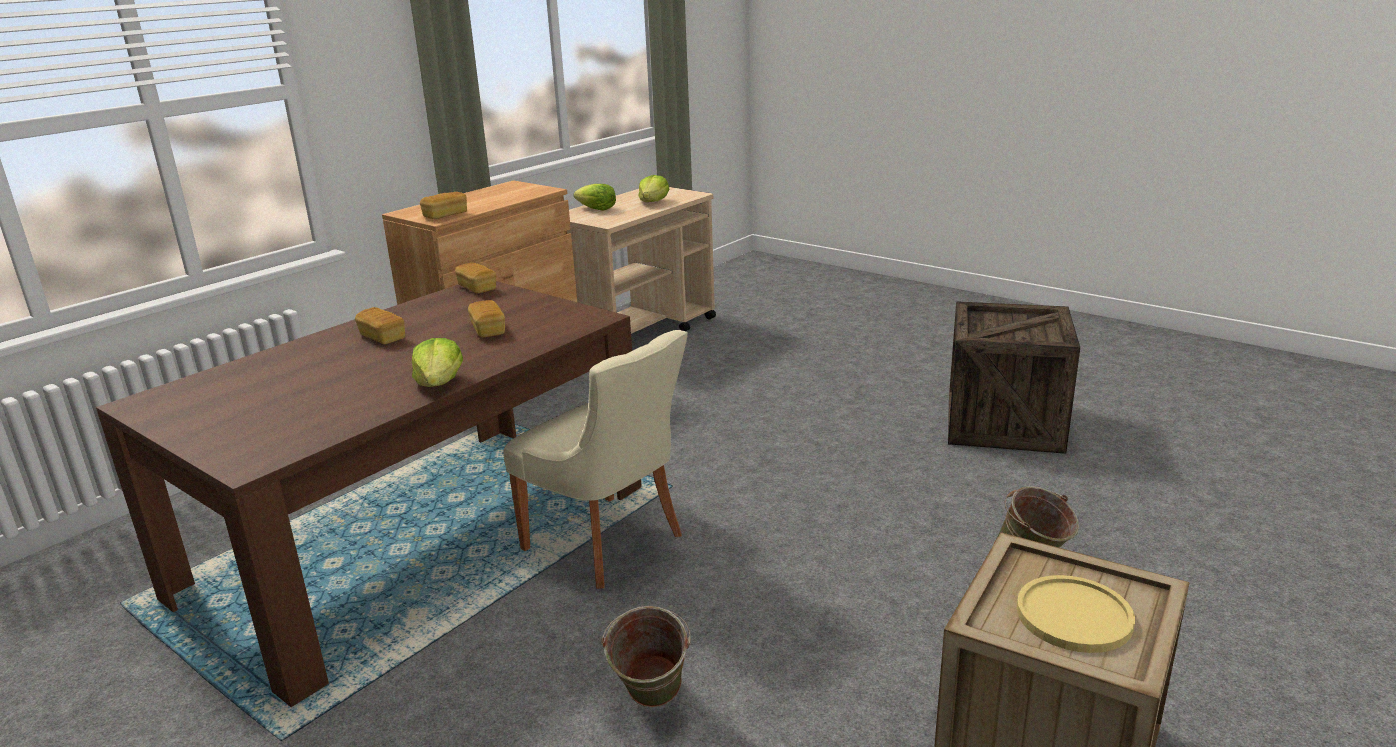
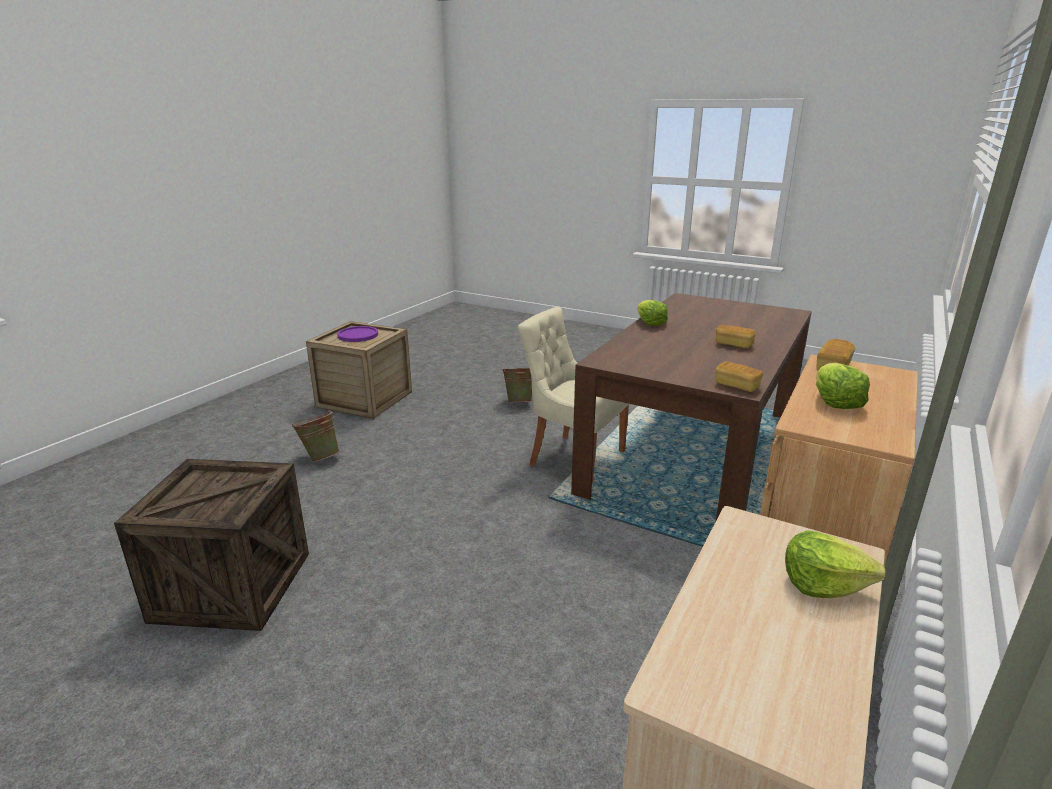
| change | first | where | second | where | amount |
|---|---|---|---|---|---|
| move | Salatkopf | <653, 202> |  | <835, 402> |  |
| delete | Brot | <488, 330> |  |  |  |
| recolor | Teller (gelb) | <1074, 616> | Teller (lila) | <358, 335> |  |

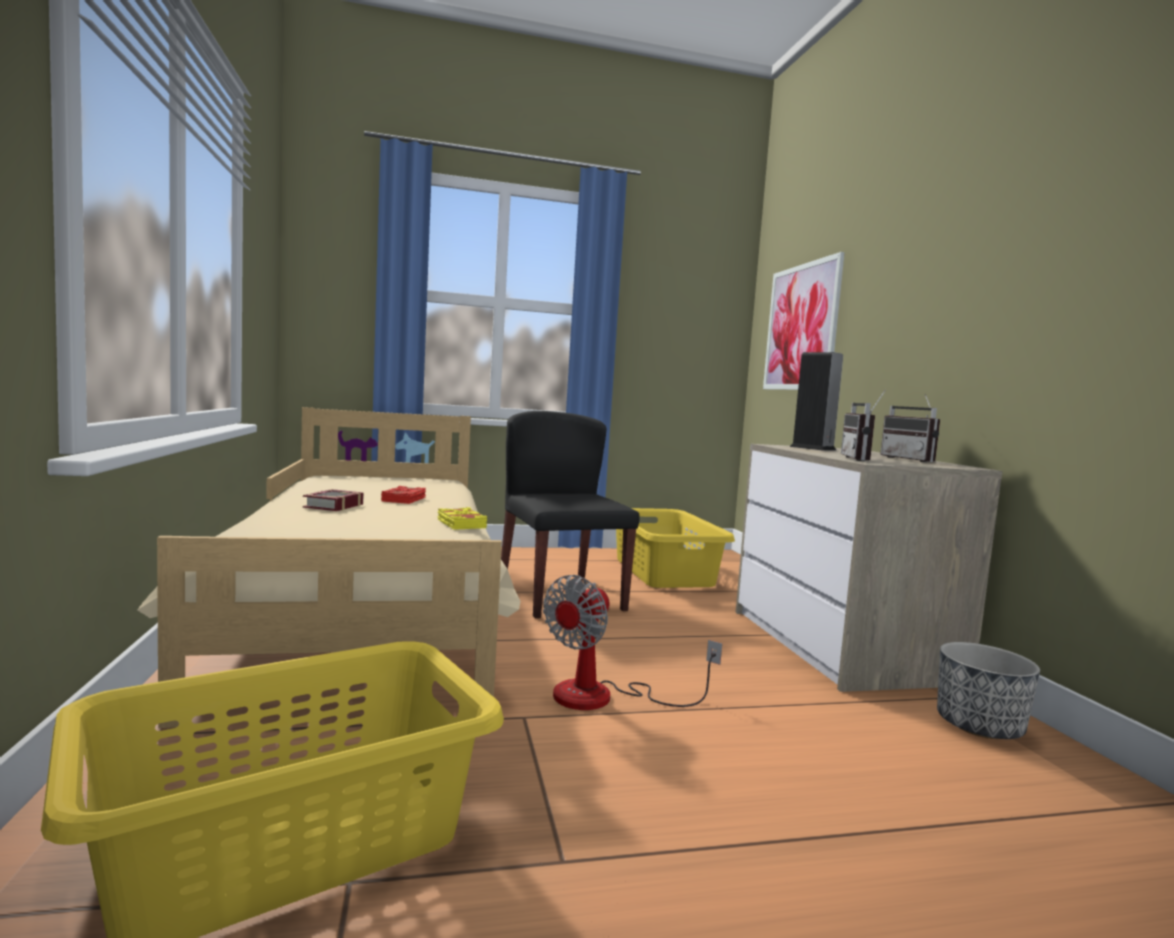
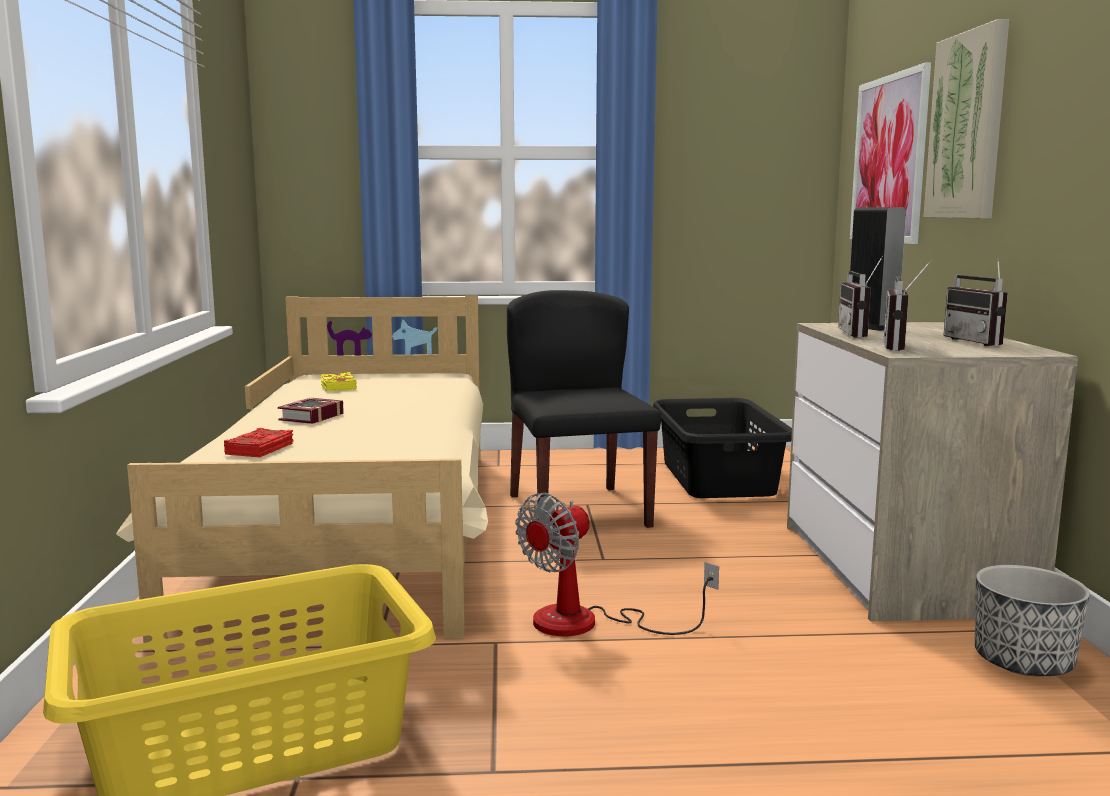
| change | first | where | second | where | amount |
|---|---|---|---|---|---|
| move | Buch (rot) | <404, 499> |  | <260, 449> |  |
| move | Buch (gelb) | <460, 524> |  | <337, 387> |  |
| recolor | Wäschekorb (gelb) | <664, 572> | Wäschekorb (schwarz) | <718, 478> |  |
| insert |  |  | Bild | <968, 126> |  |
| insert |  |  | Radio | <861, 334> |  |

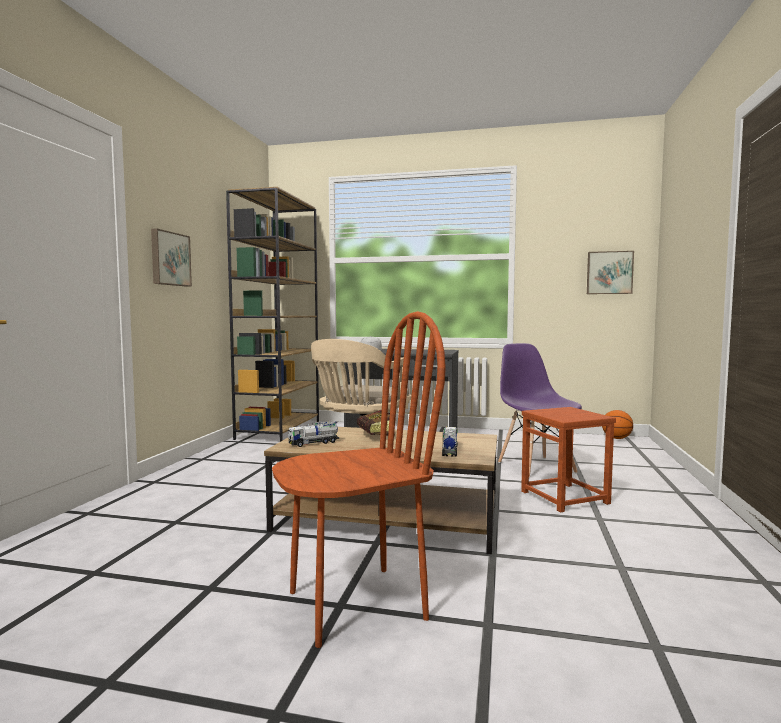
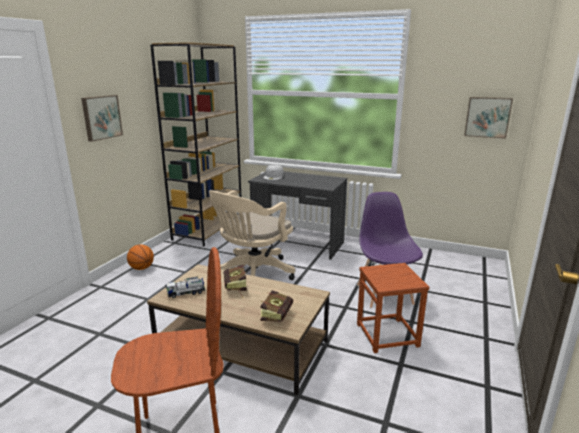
| change | first | where | second | where | amount |
|---|---|---|---|---|---|
| move | Basketball | <616, 438> |  | <141, 268> |  |
| replace | Spielzeuglaster | <450, 450> | Buch | <278, 314> |  |

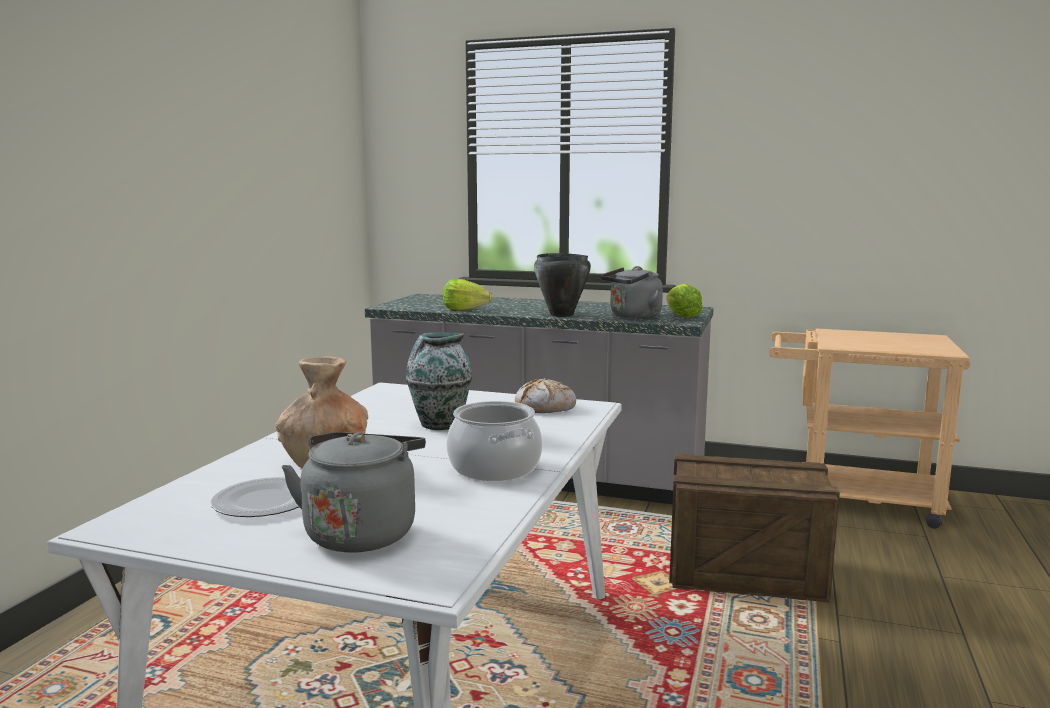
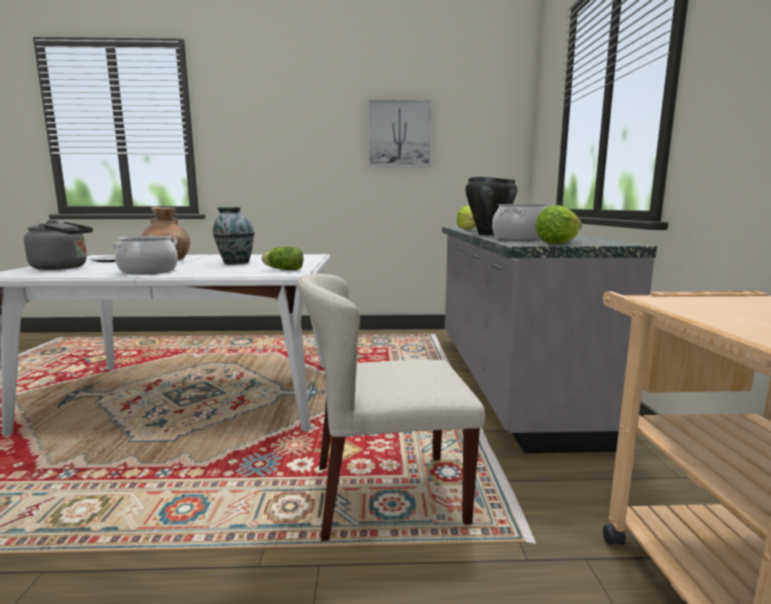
| change | first | where | second | where | amount |
|---|---|---|---|---|---|
| replace | Wasserkessel (grau) | <633, 316> | Kochtopf | <519, 239> |  |
| replace | Brot | <545, 407> | Salatkopf | <282, 269> |  |
| replace | Kiste | <744, 573> | Stuhl (beige) | <386, 494> |  |
| insert |  |  | Bild | <399, 134> |  |

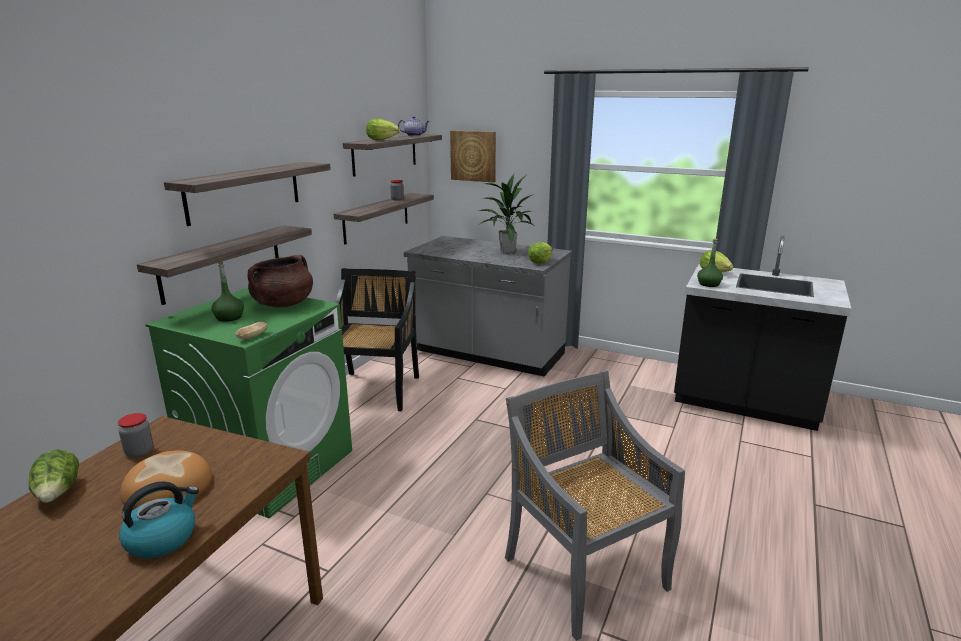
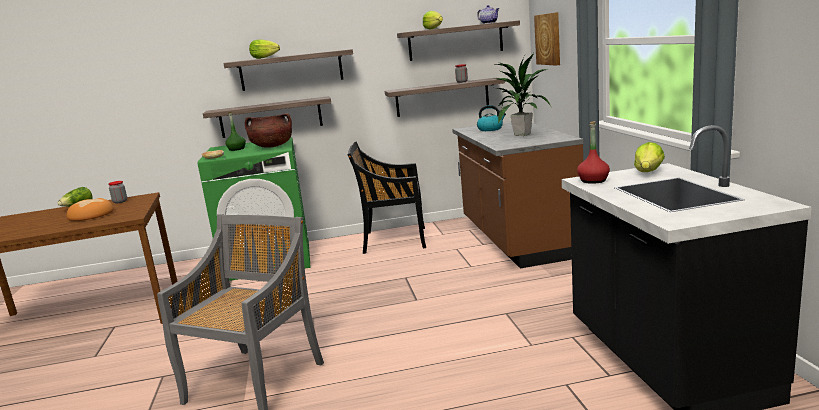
| change | first | where | second | where | amount |
|---|---|---|---|---|---|
| recolor | Küchenzeile (grau) | <487, 354> | Küchenzeile (braun) | <516, 239> |  |
| recolor | Flasche (grün) | <709, 284> | Flasche (rot) | <593, 180> |  |
| move | Salatkopf | <540, 262> |  | <264, 58> |  |
| rotate | Stuhl (schwarz) | <375, 390> |  | <393, 240> | 150 degrees counterclockwise |
| move | Wasserkessel | <162, 538> |  | <490, 129> |  |

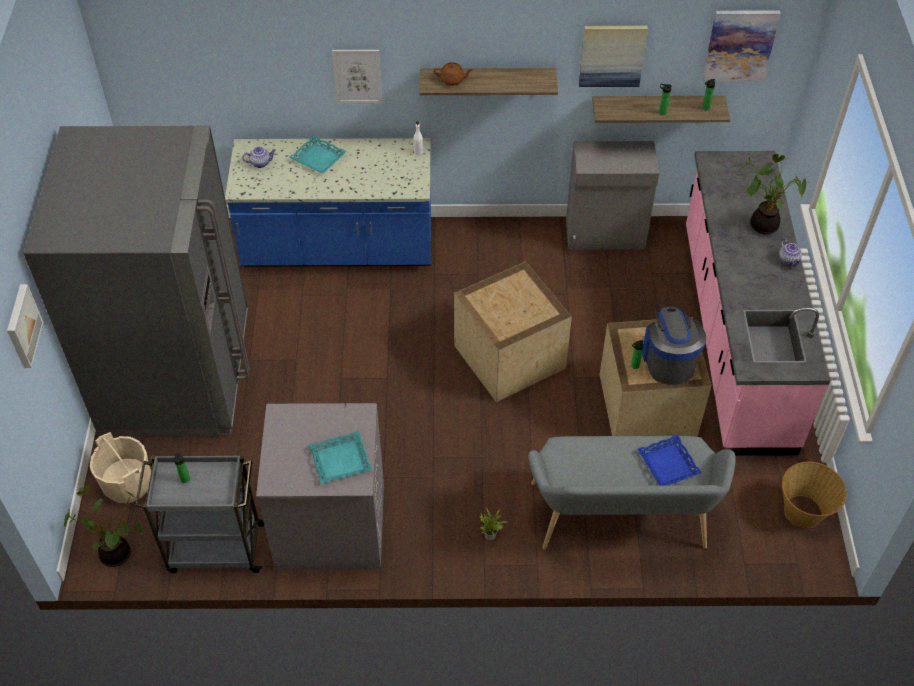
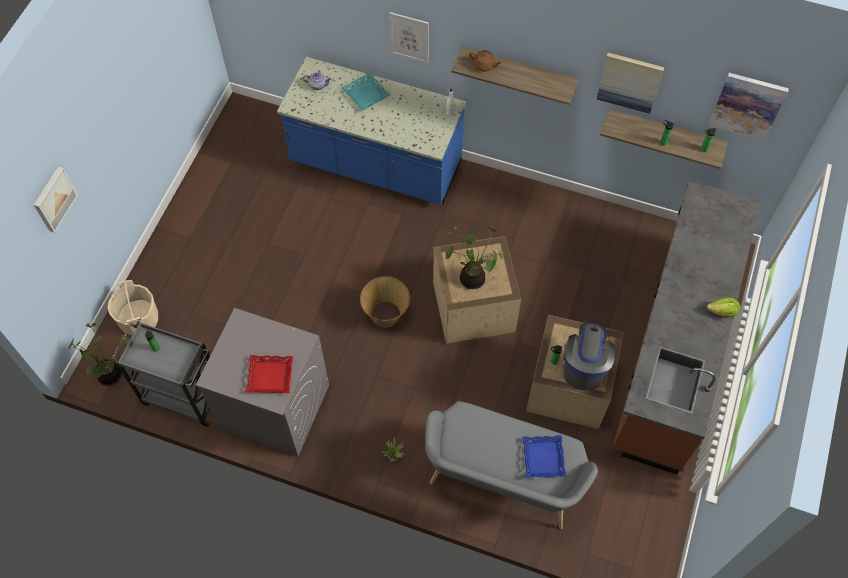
| change | first | where | second | where | amount |
|---|---|---|---|---|---|
| delete | Kühlschrank (grau) | <176, 375> |  |  |  |
| delete | Schrank (grau) | <605, 235> |  |  |  |
| recolor | Küchenzeile (rosa) | <735, 336> | Küchenzeile (braun) | <671, 348> |  |
| move | Topfpflanze | <763, 223> |  | <473, 277> |  |
| replace | Teekanne | <789, 260> | Salatkopf | <722, 312> |  |
| recolor | Tablett (türkis) | <340, 461> | Tablett (rot) | <270, 376> |  |
| move | Korb | <804, 511> |  | <386, 314> |  |

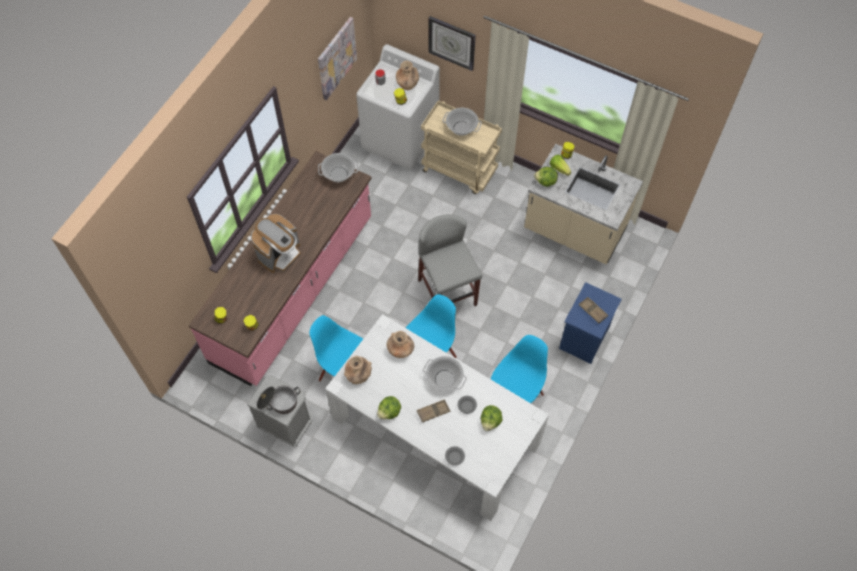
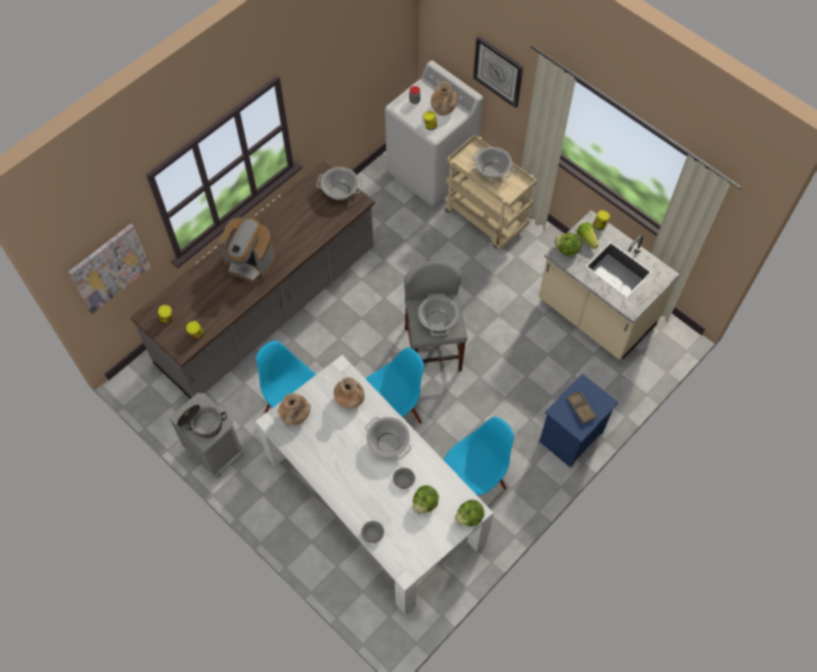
| change | first | where | second | where | amount |
|---|---|---|---|---|---|
| move | Bild | <336, 58> |  | <109, 268> |  |
| recolor | Küchenzeile (rosa) | <294, 290> | Küchenzeile (grau) | <268, 308> |  |
| rotate | Kaffeemaschine | <279, 254> |  | <250, 263> | 60 degrees clockwise |
| move | Salatkopf | <389, 412> |  | <469, 517> |  |
| delete | Tablett (braun) | <433, 411> |  |  |  |
| insert |  |  | Kochtopf | <438, 321> |  |

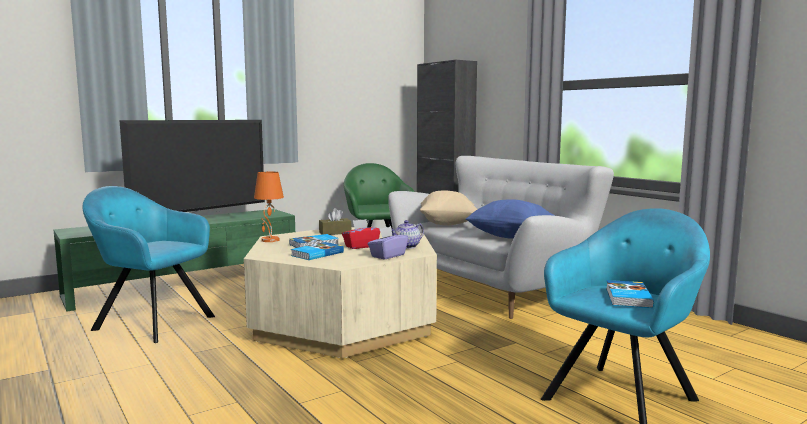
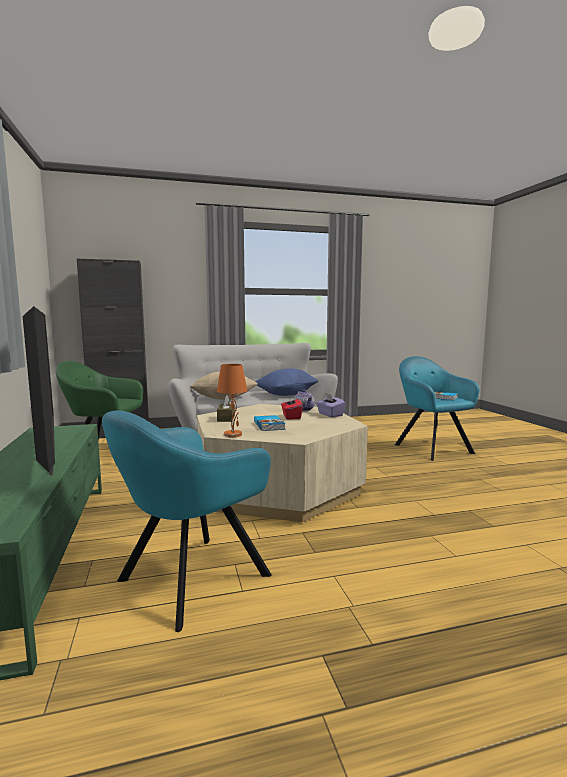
| change | first | where | second | where | amount |
|---|---|---|---|---|---|
| delete | Buch | <316, 254> |  |  |  |

